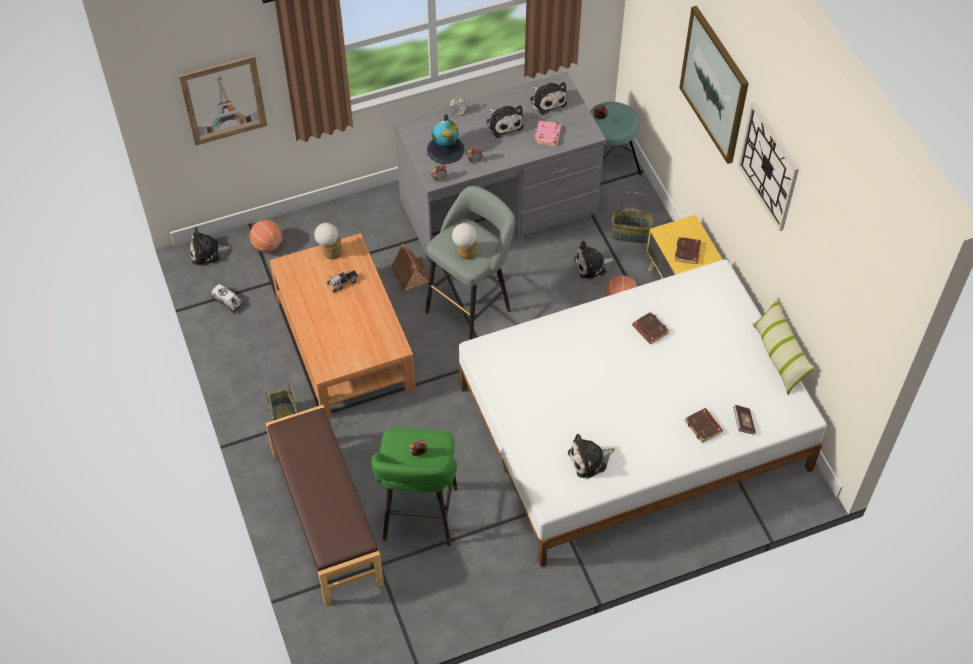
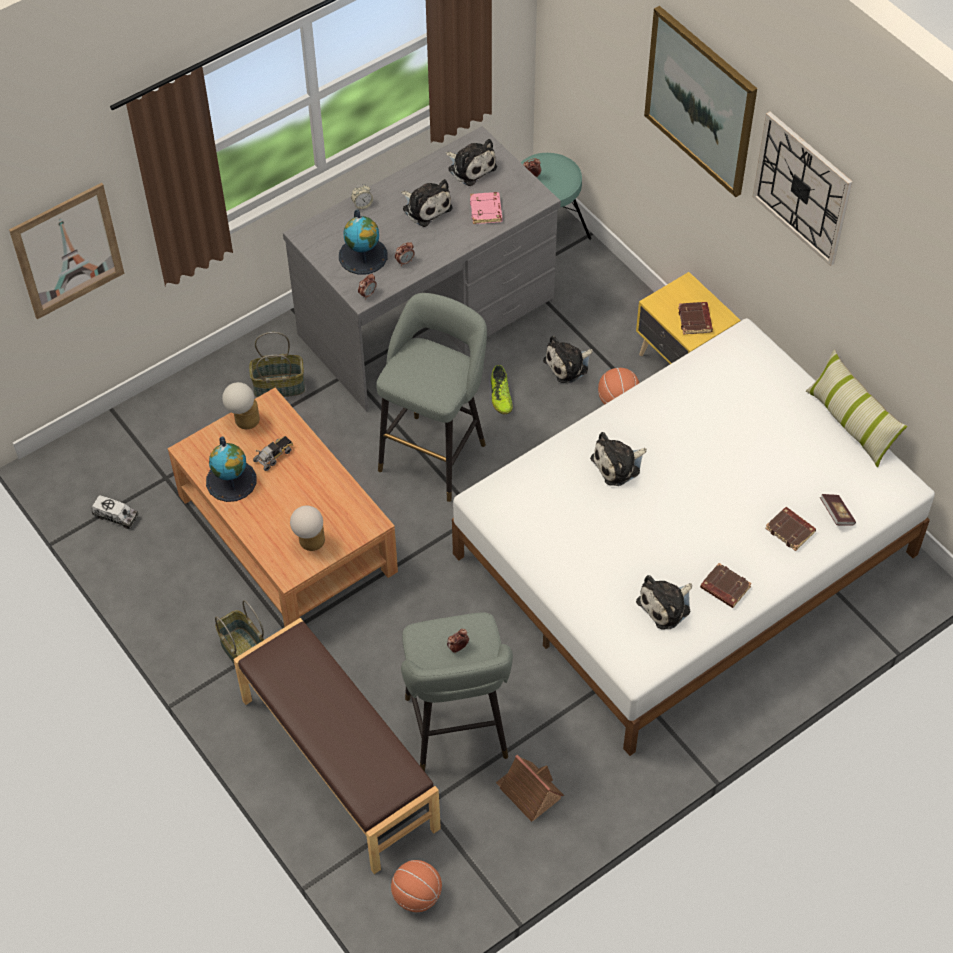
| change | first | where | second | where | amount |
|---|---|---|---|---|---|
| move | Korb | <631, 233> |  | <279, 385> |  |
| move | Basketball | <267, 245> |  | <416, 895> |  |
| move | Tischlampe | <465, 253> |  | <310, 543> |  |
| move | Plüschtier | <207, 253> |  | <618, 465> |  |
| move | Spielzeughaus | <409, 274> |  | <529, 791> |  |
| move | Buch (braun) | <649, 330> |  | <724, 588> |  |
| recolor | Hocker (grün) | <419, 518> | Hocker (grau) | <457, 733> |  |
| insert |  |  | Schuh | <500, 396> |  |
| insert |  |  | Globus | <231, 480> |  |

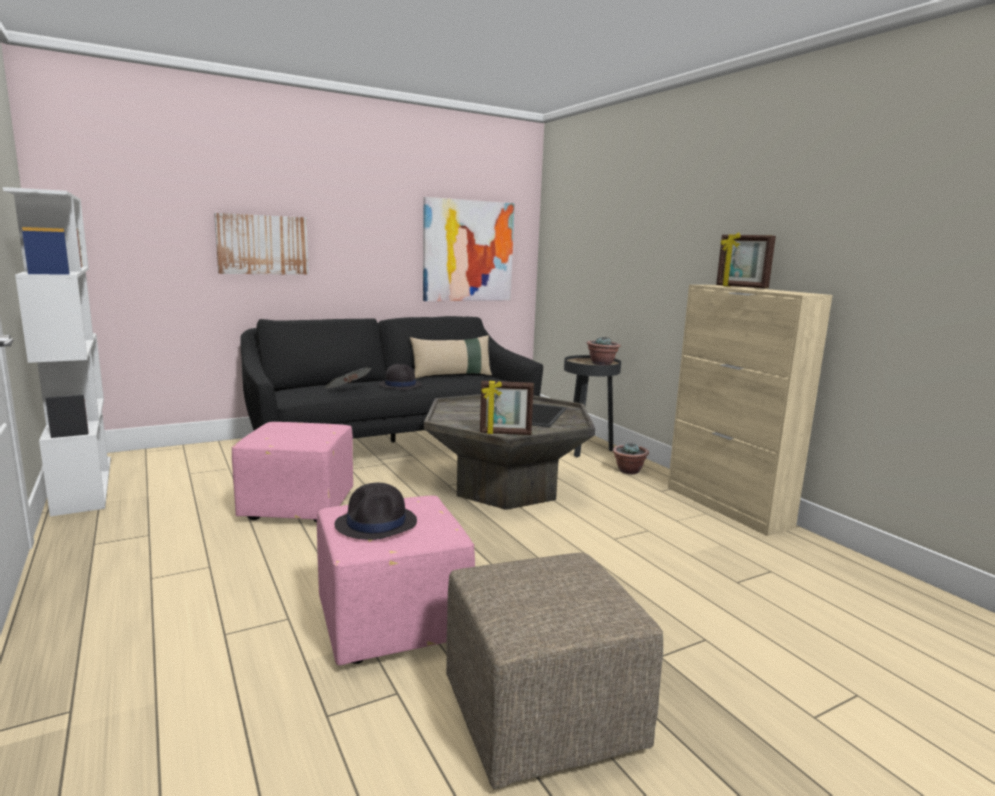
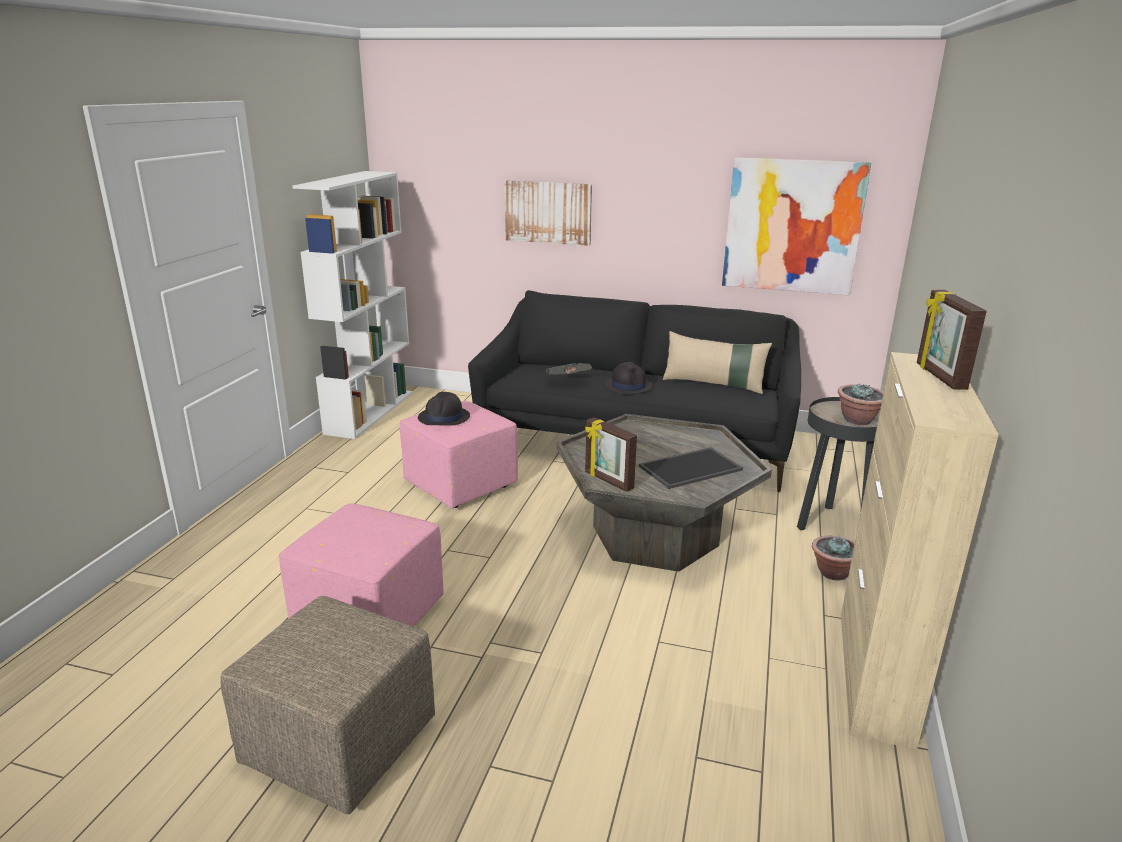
| change | first | where | second | where | amount |
|---|---|---|---|---|---|
| move | Hut (schwarz) | <377, 523> |  | <444, 417> |  |

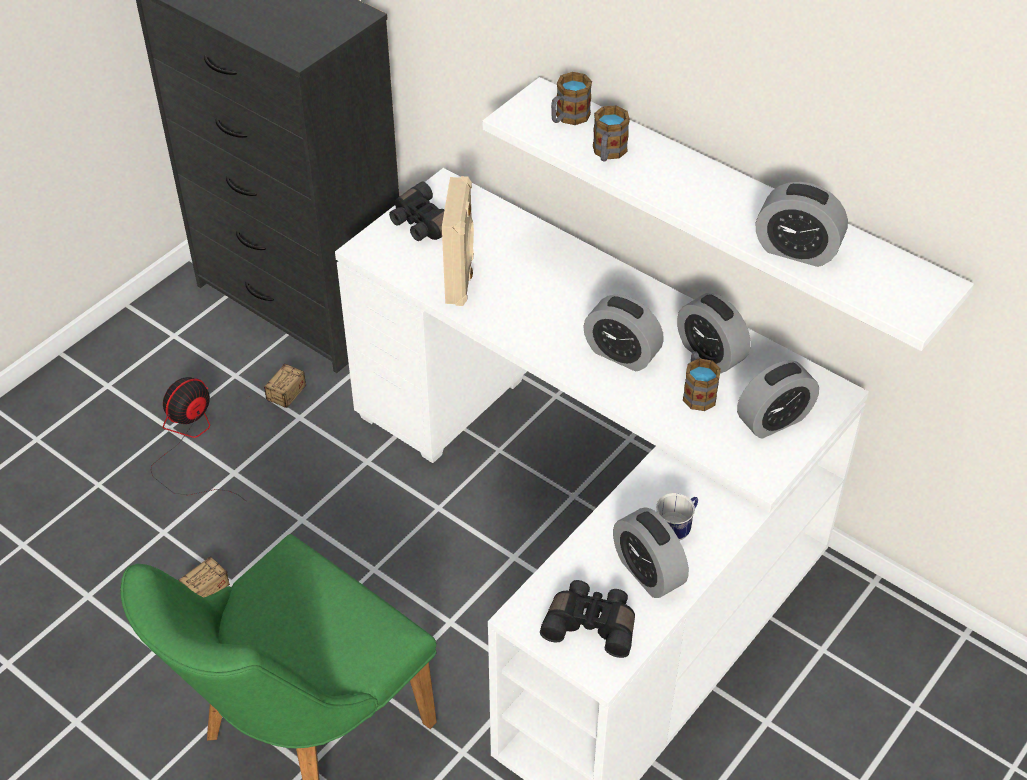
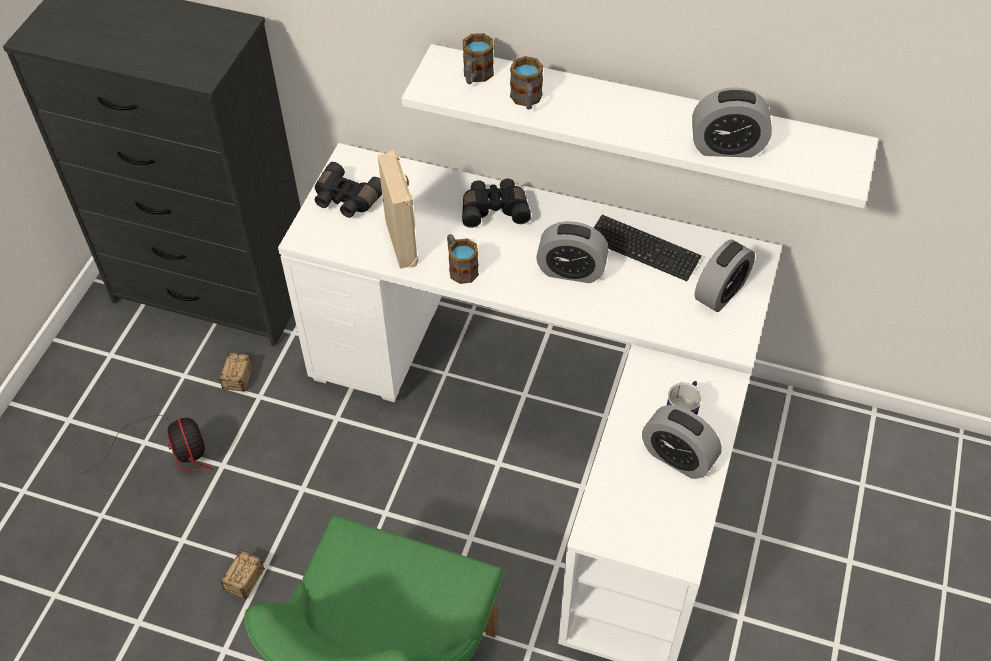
| change | first | where | second | where | amount |
|---|---|---|---|---|---|
| replace | Wecker | <710, 354> | Tastatur | <643, 249> |  |
| move | Henkelbecher | <697, 392> |  | <460, 267> |  |
| rotate | Ventilator | <190, 444> |  | <171, 451> | 135 degrees clockwise |
| move | Fernglas (schwarz) | <591, 624> |  | <494, 209> |  |

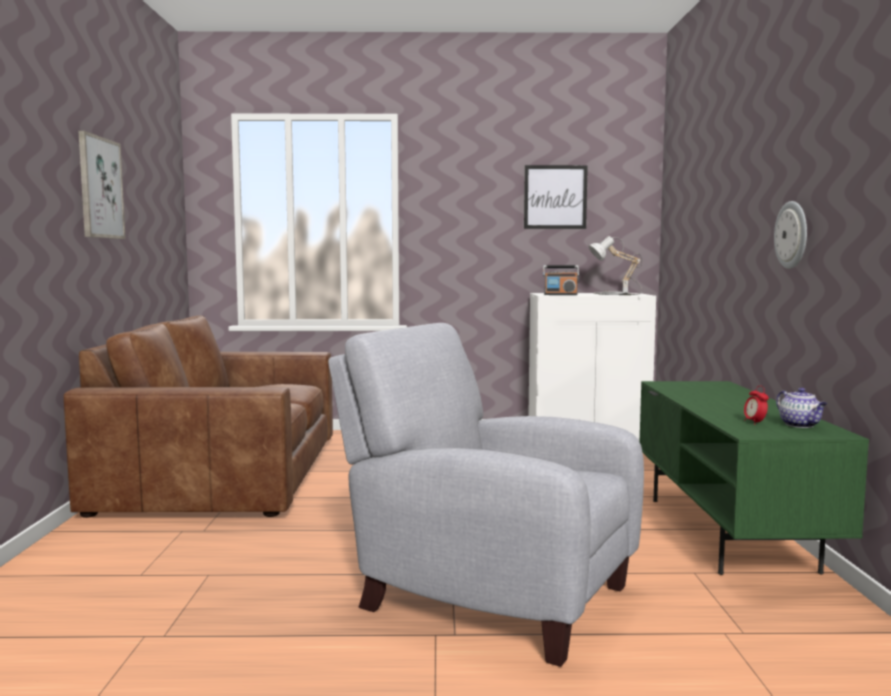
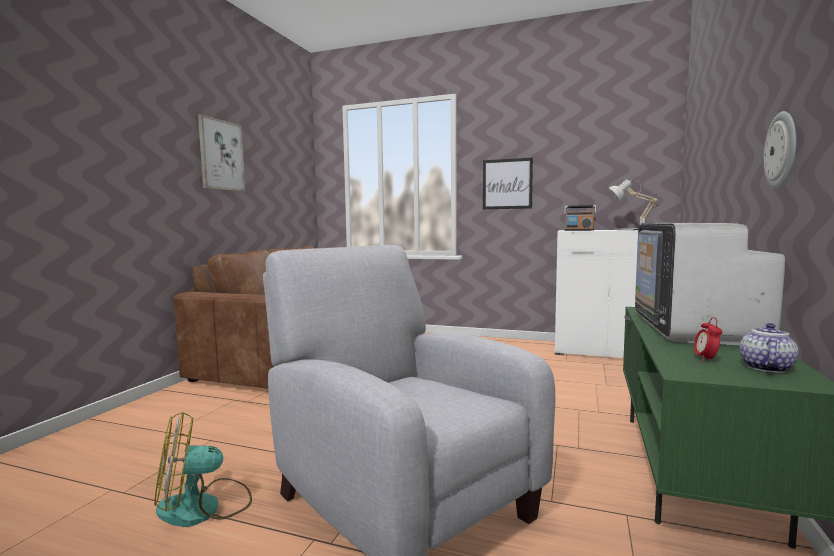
| change | first | where | second | where | amount |
|---|---|---|---|---|---|
| move | Bild | <555, 197> |  | <507, 184> |  |
| rotate | Teekanne | <800, 425> |  | <765, 367> | 150 degrees counterclockwise |
| insert |  |  | Fernseher | <694, 329> |  |
| insert |  |  | Ventilator | <203, 507> |  |

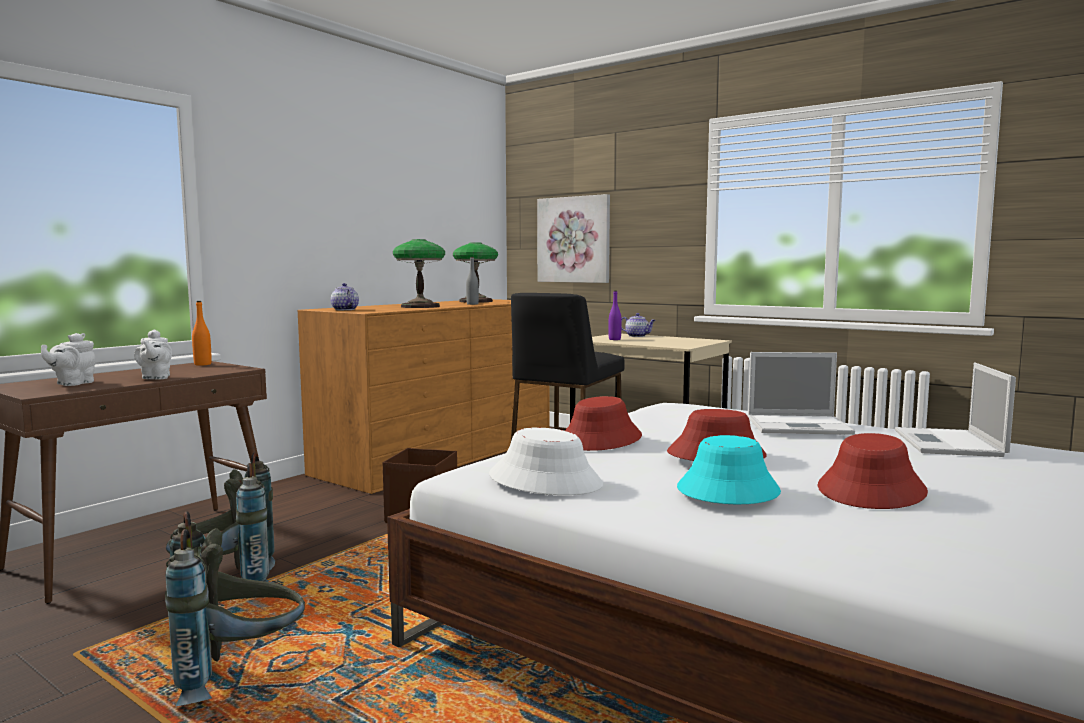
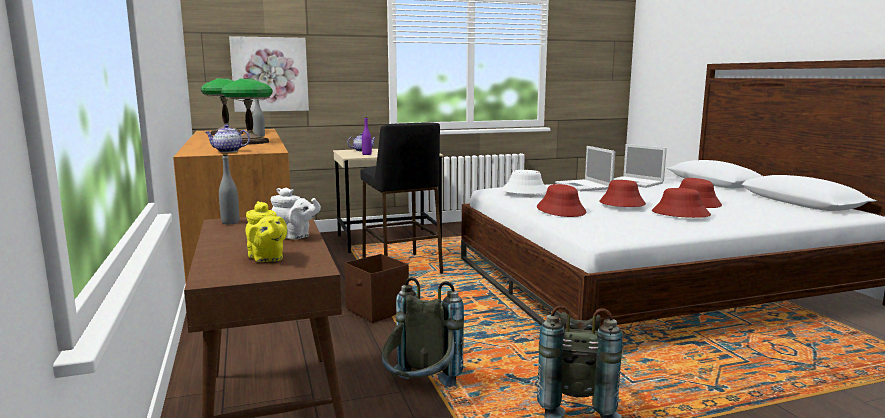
| change | first | where | second | where | amount |
|---|---|---|---|---|---|
| recolor | Flasche (orange) | <202, 364> | Flasche (grau) | <230, 222> |  |
| recolor | Teekanne (weiß) | <73, 383> | Teekanne (gelb) | <267, 258> |  |
| rotate | Laptop | <800, 426> |  | <584, 186> | 120 degrees clockwise |
| move | Hut (weiß) | <545, 480> |  | <525, 191> |  |
| recolor | Hut (türkis) | <727, 490> | Hut (rot) | <680, 213> |  |

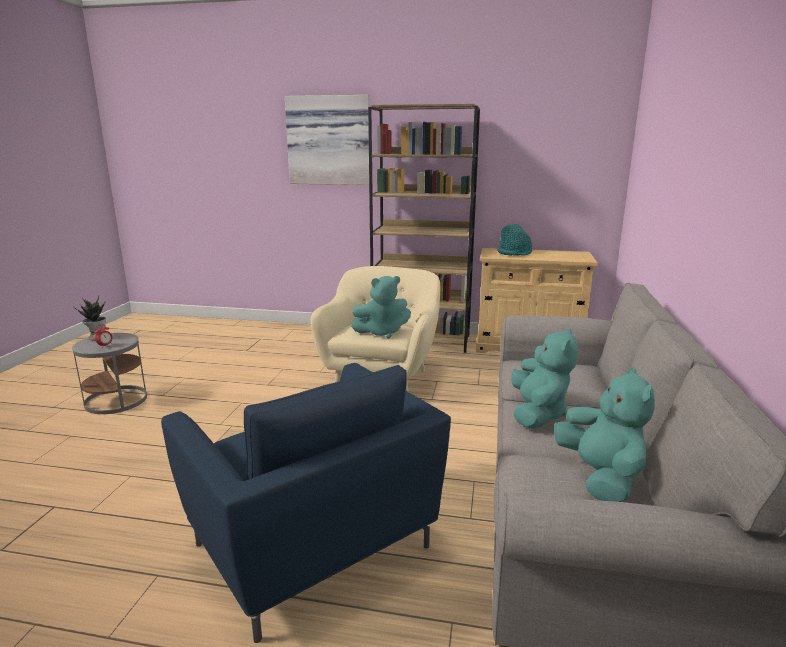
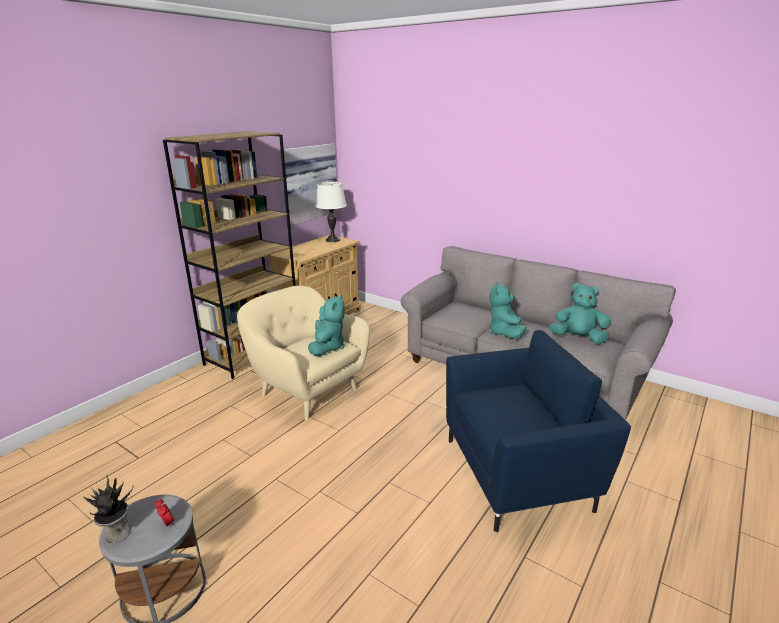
| change | first | where | second | where | amount |
|---|---|---|---|---|---|
| move | Bild | <329, 140> |  | <308, 182> |  |
| delete | Hut (türkis) | <514, 253> |  |  |  |
| rotate | Plüschtier (türkis) | <537, 414> |  | <505, 333> | 120 degrees counterclockwise |
| insert |  |  | Tischlampe (weiß) | <333, 240> |  |

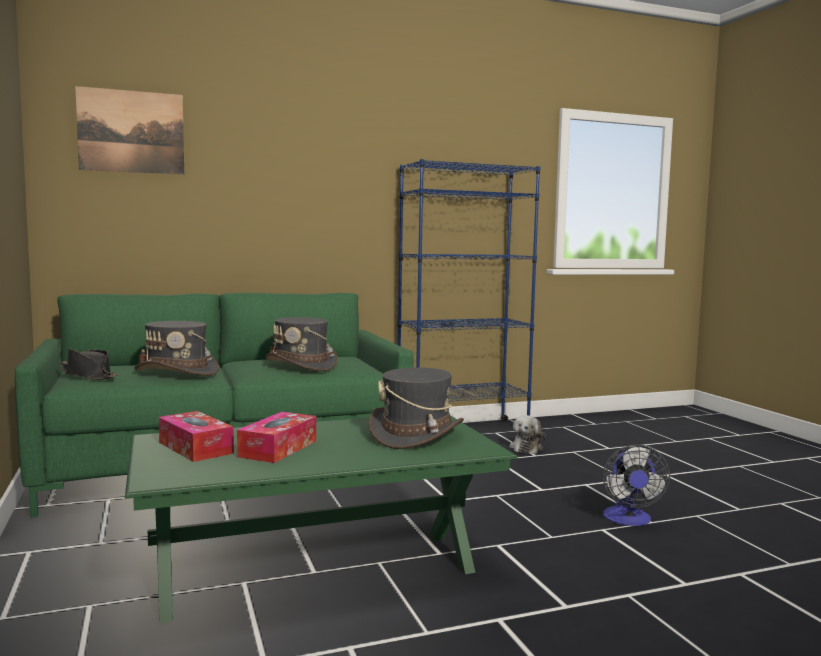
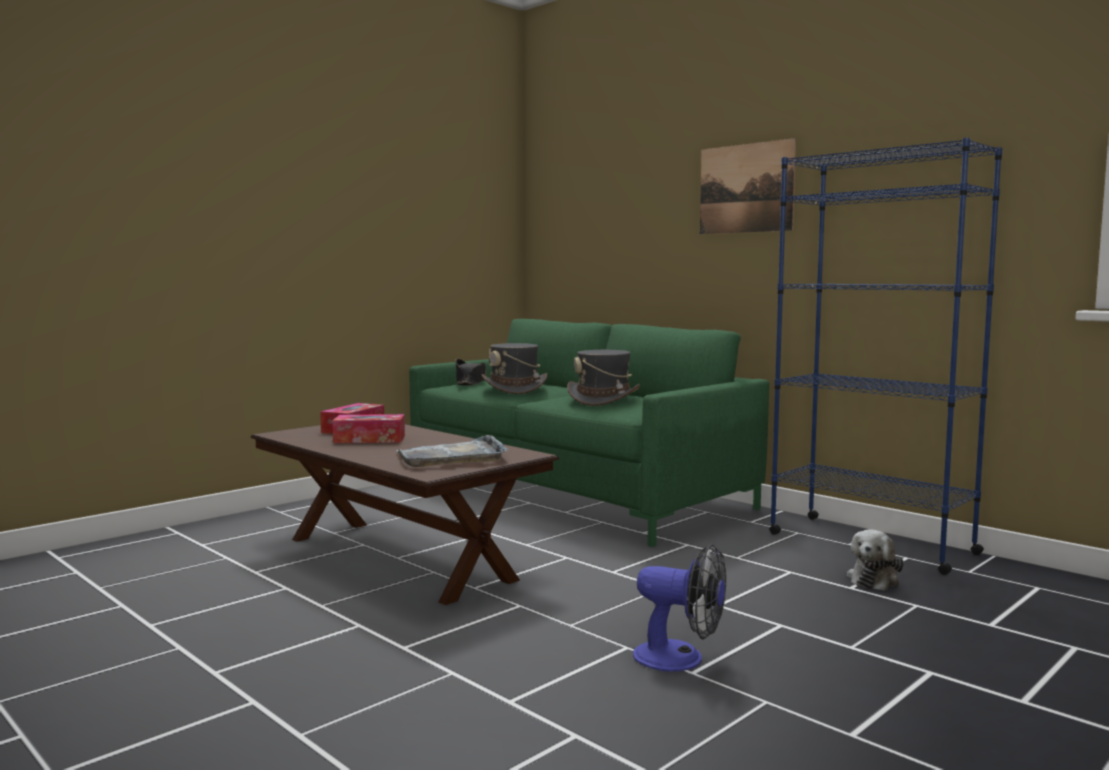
| change | first | where | second | where | amount |
|---|---|---|---|---|---|
| move | Bild | <131, 131> |  | <746, 188> |  |
| replace | Hut (grau) | <416, 435> | Tablett (grau) | <452, 456> |  |
| recolor | Couchtisch (grün) | <318, 571> | Couchtisch (braun) | <398, 558> |  |
| rotate | Plüschtier | <526, 448> |  | <874, 579> | 45 degrees counterclockwise |
| rotate | Ventilator | <629, 520> |  | <680, 659> | 135 degrees counterclockwise |

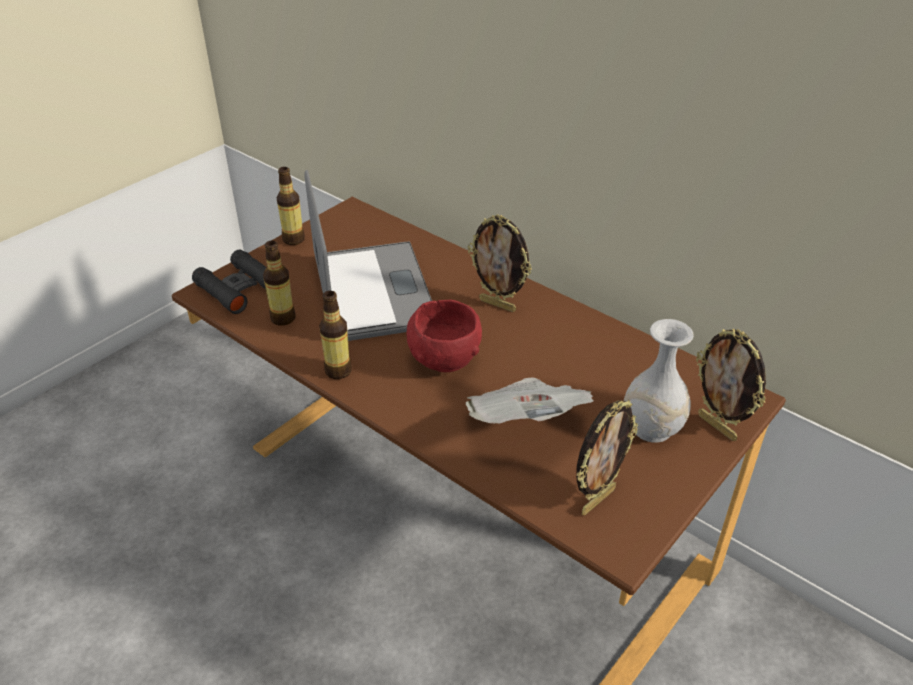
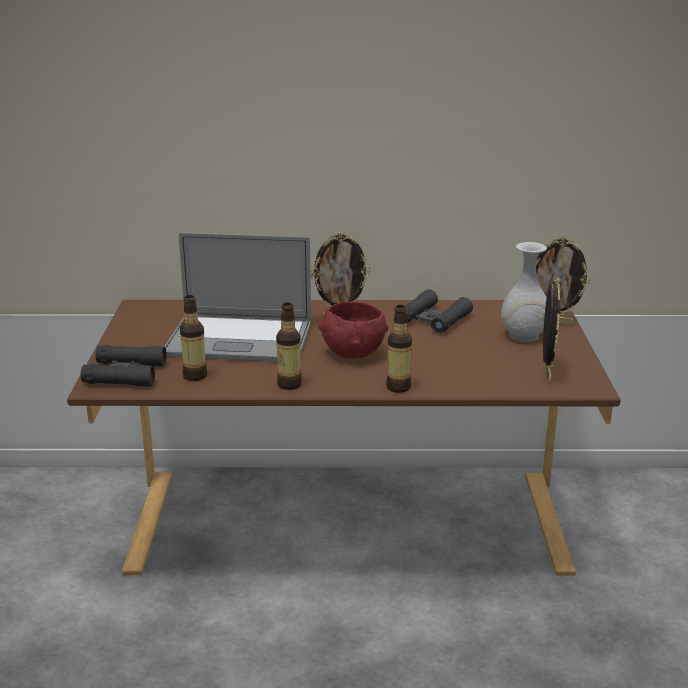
| change | first | where | second | where | amount |
|---|---|---|---|---|---|
| move | Flasche | <293, 240> |  | <398, 387> |  |
| rotate | Laptop | <373, 291> |  | <239, 340> | 150 degrees clockwise |
| delete | Zeitung | <525, 424> |  |  |  |
| insert |  |  | Fernglas (schwarz) | <433, 319> |  |

